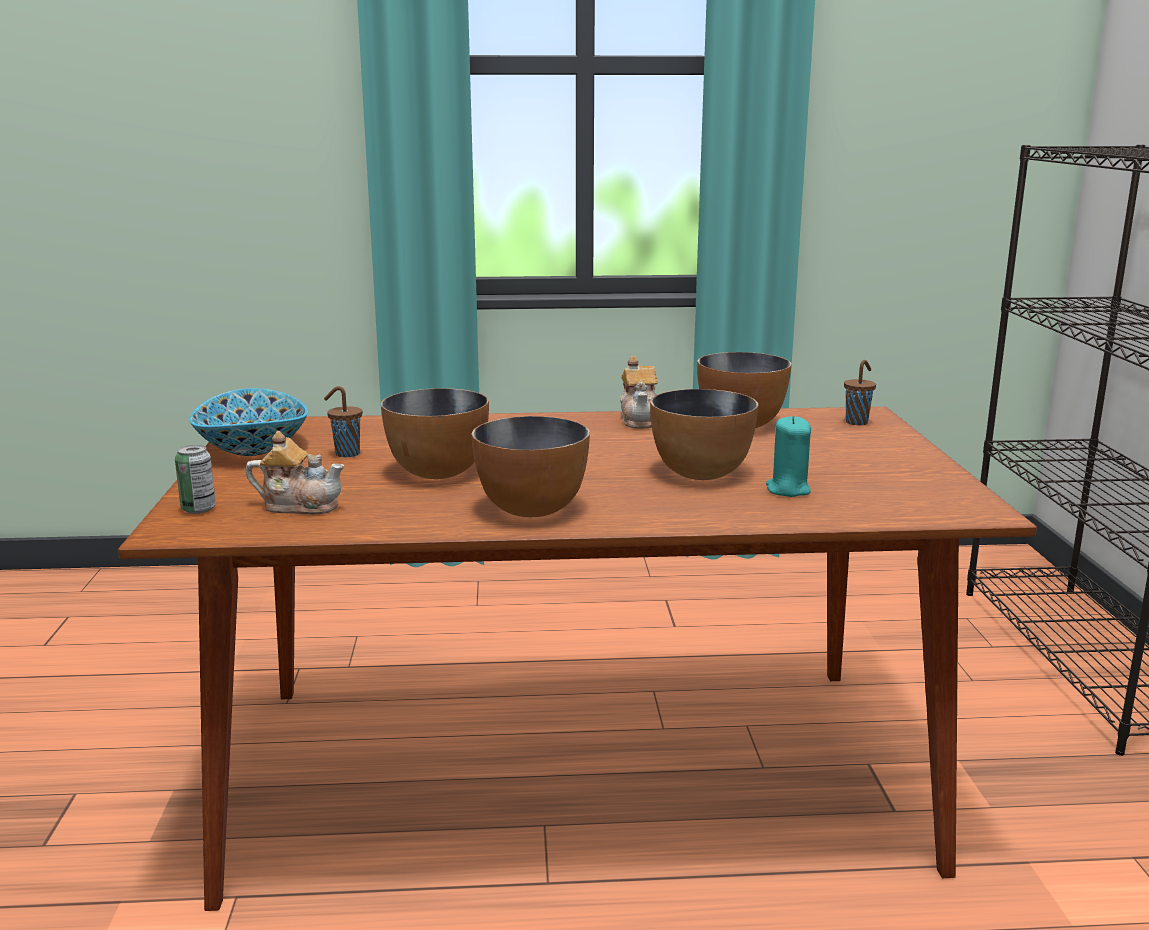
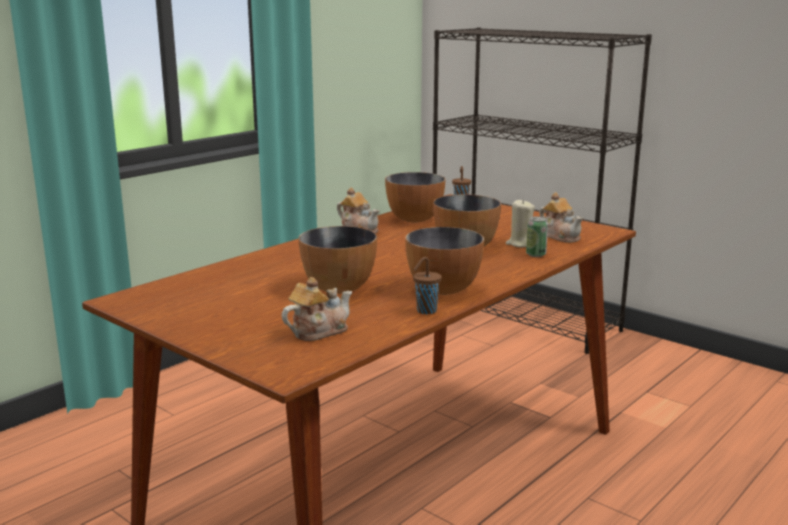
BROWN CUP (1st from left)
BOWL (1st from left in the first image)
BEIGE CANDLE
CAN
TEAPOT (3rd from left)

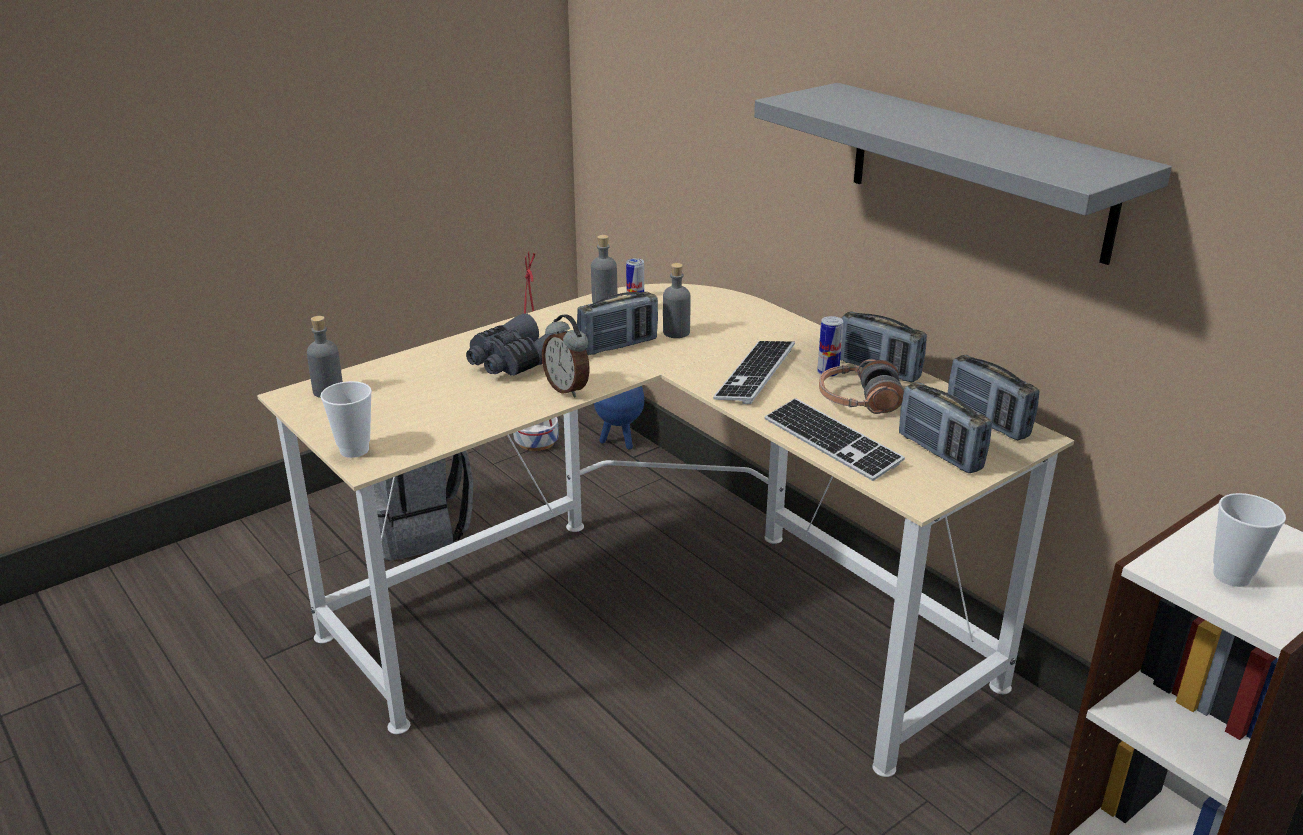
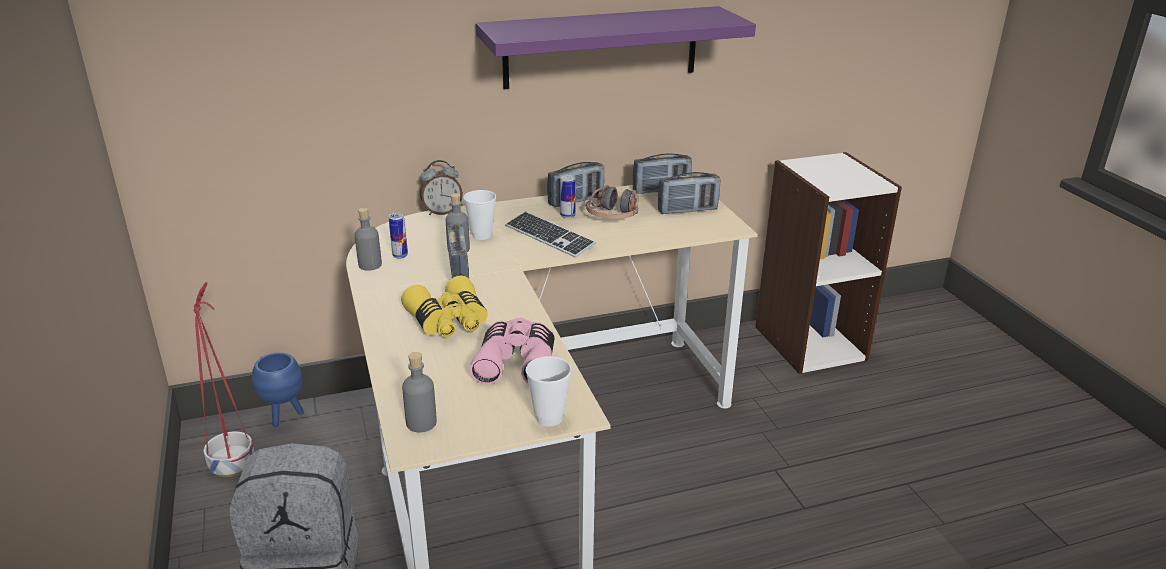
PURPLE SHELF
YELLOW BINOCULARS
ALARM CLOCK
KEYBOARD (2nd from left in the first image)
CUP (1st from left)
PINK BINOCULARS

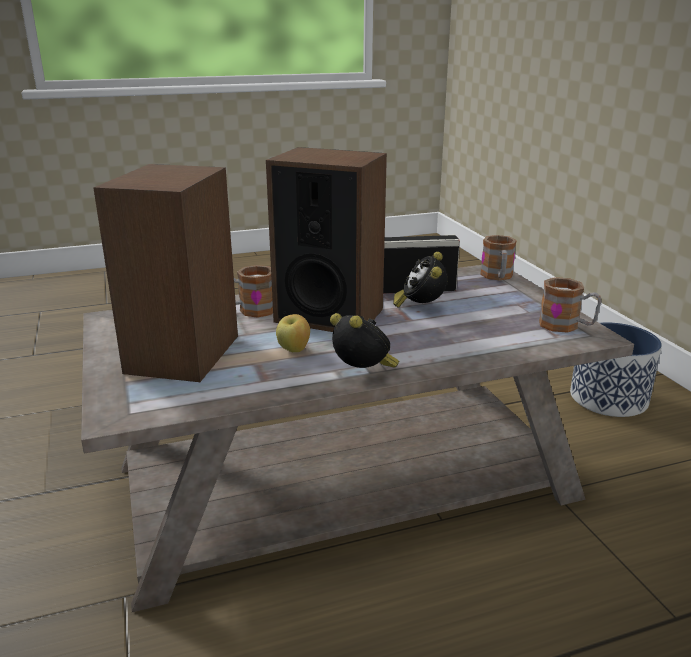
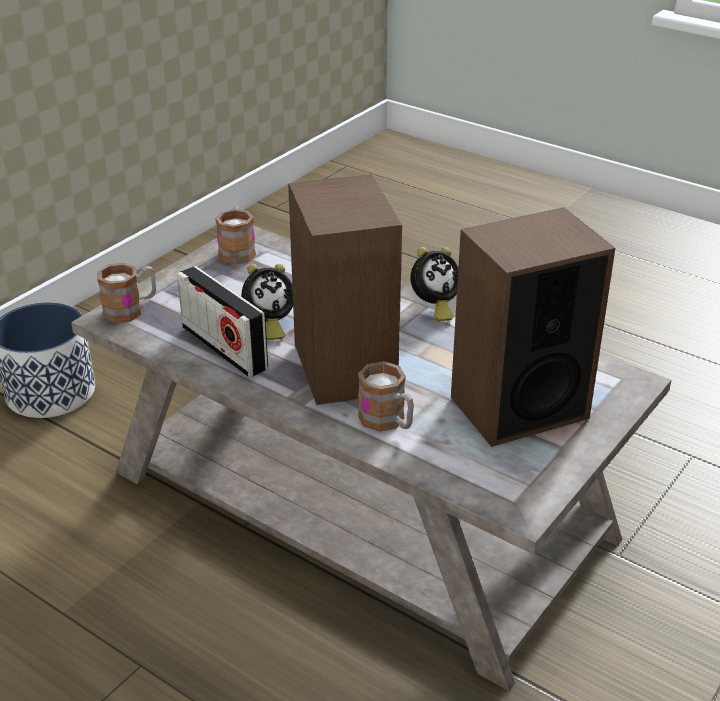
ALARM CLOCK (2nd from left)
APPLE

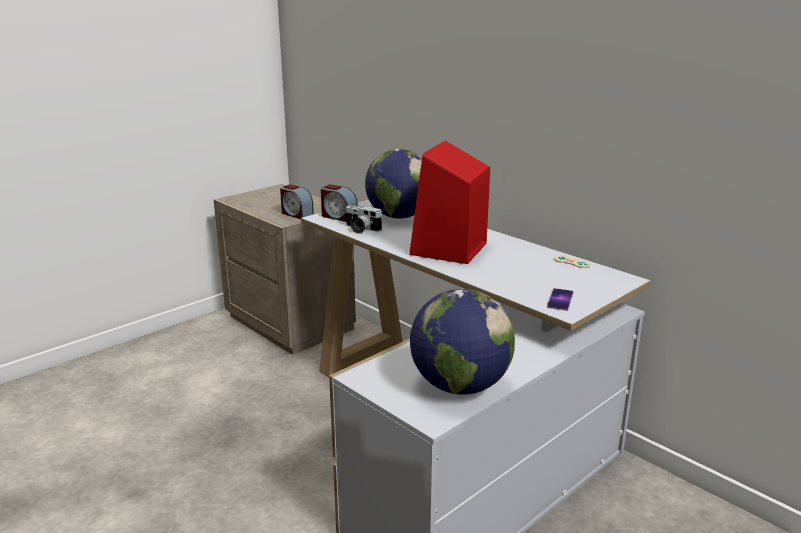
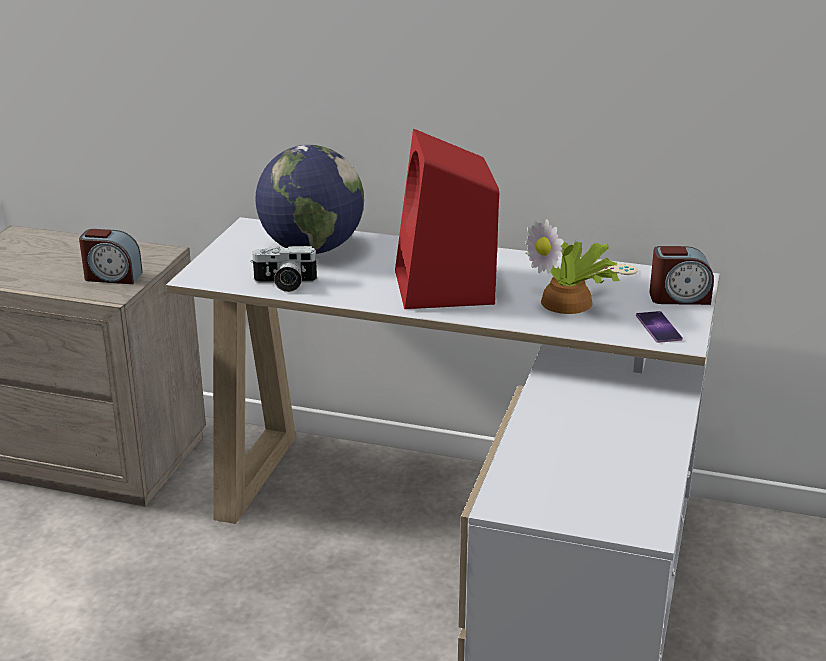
ALARM CLOCK (2nd from left)
GLOBE (2nd from left in the first image)
POTTED PLANT

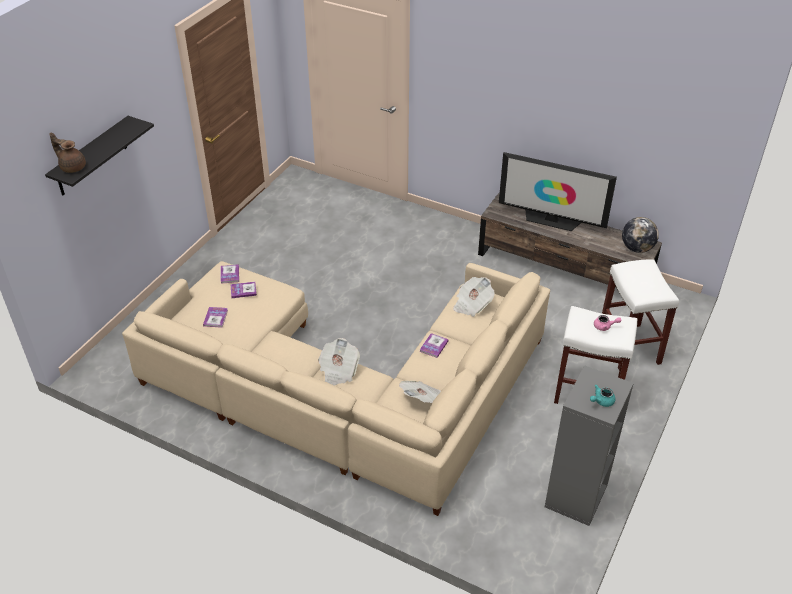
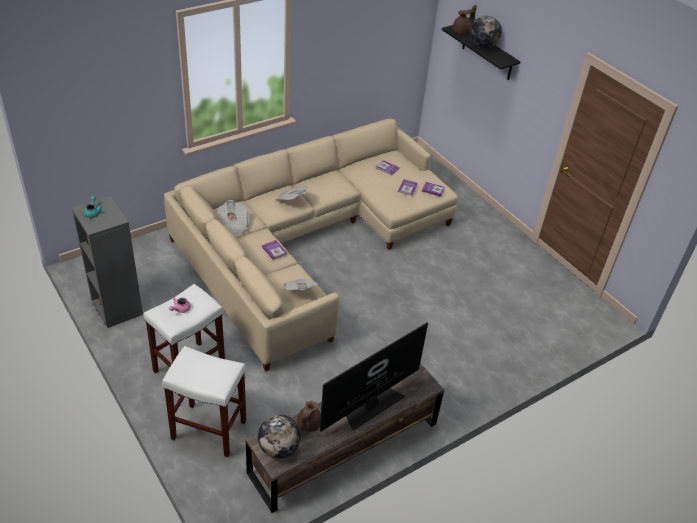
GLOBE (2nd from left)
BROWN TEAPOT (1st from left)

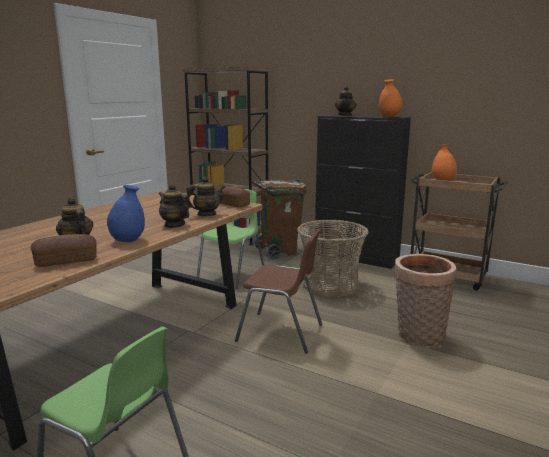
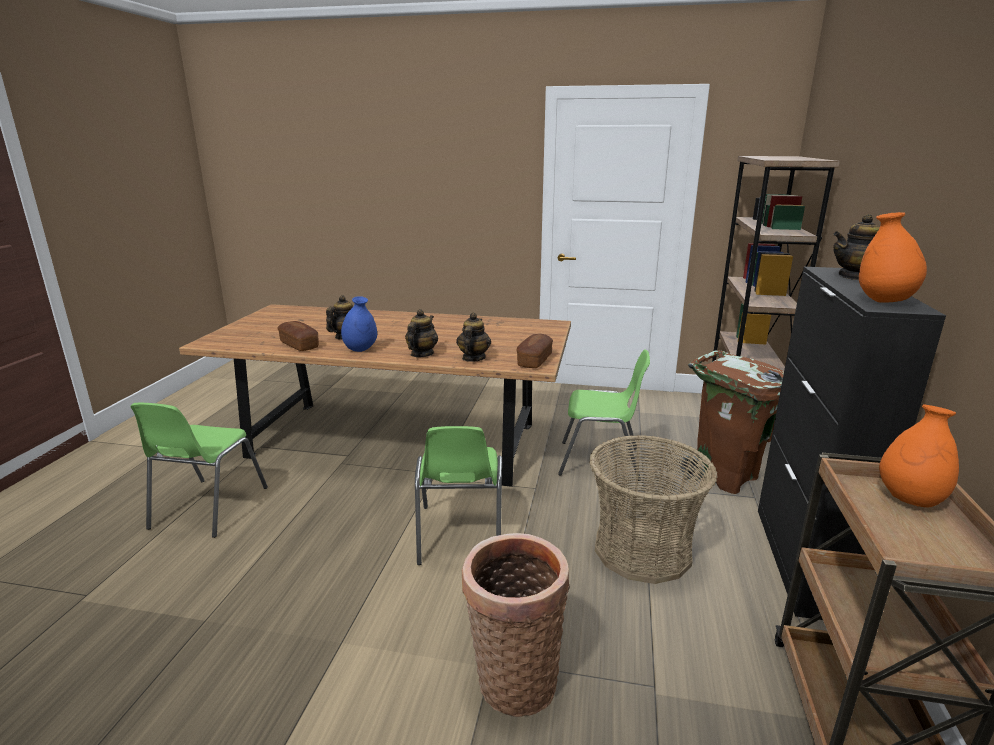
TEAPOT (3rd from left)
GREEN CHAIR (2nd from left)

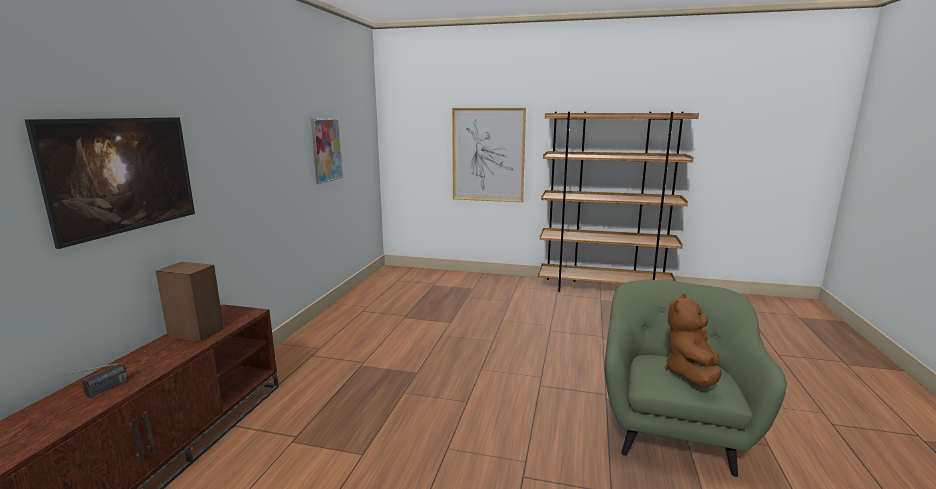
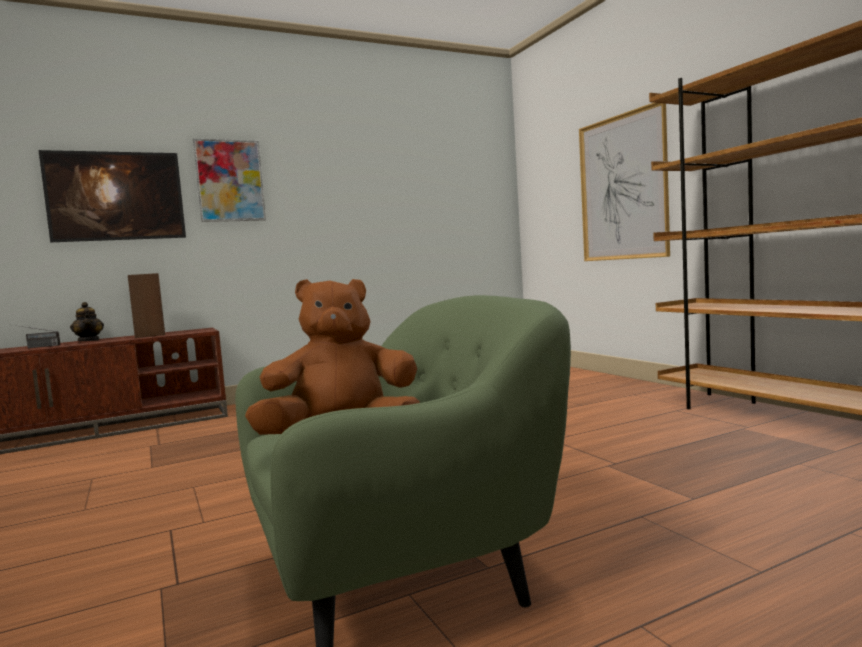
PICTURE (2nd from left)
TEAPOT

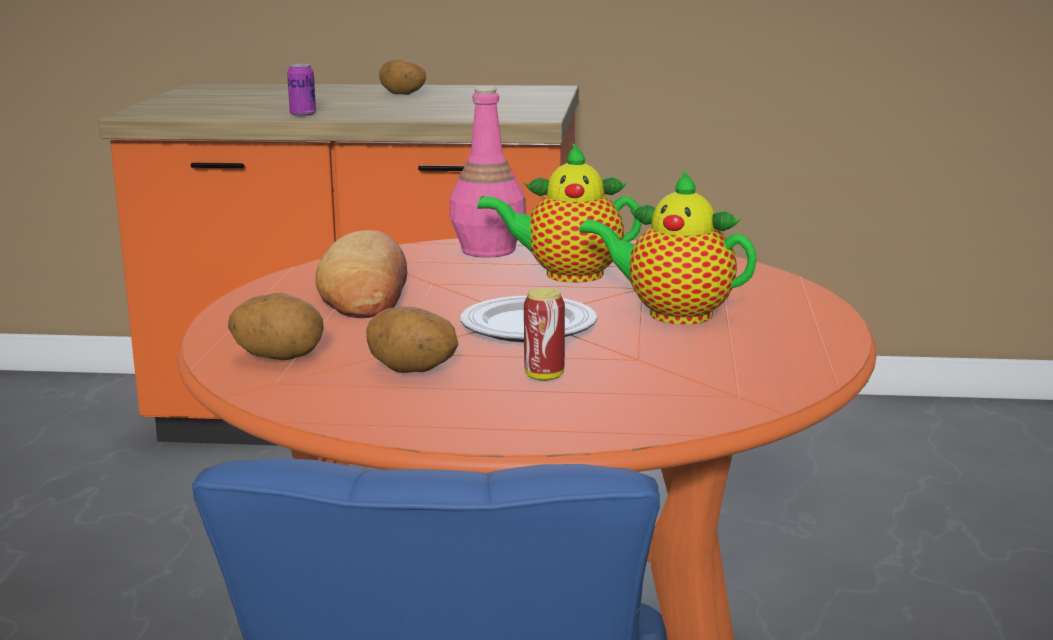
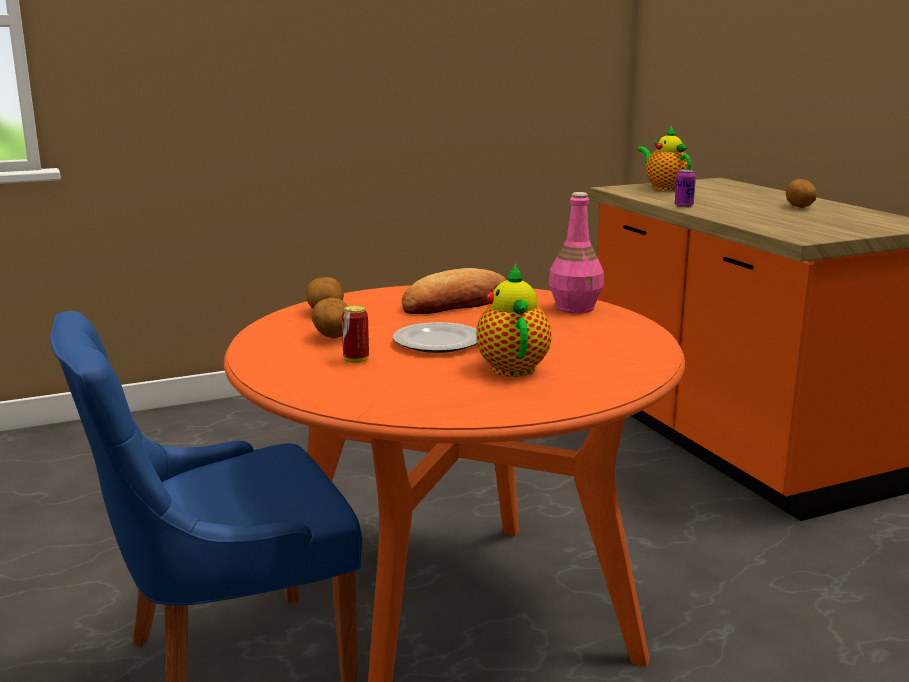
TEAPOT (2nd from left)

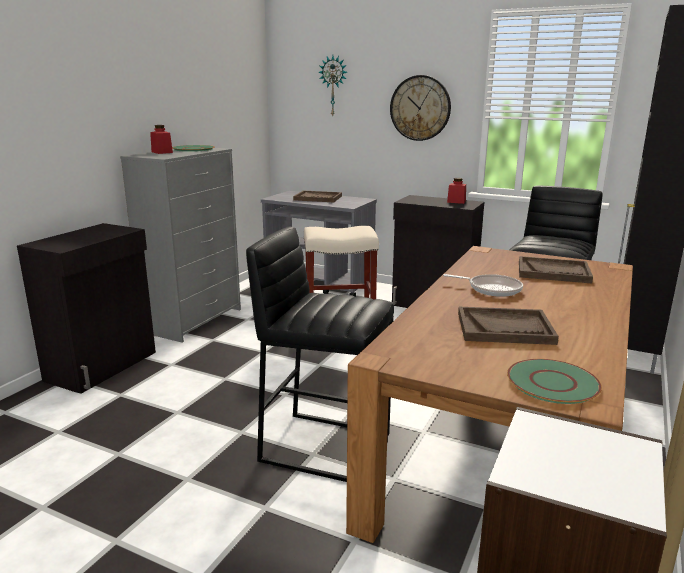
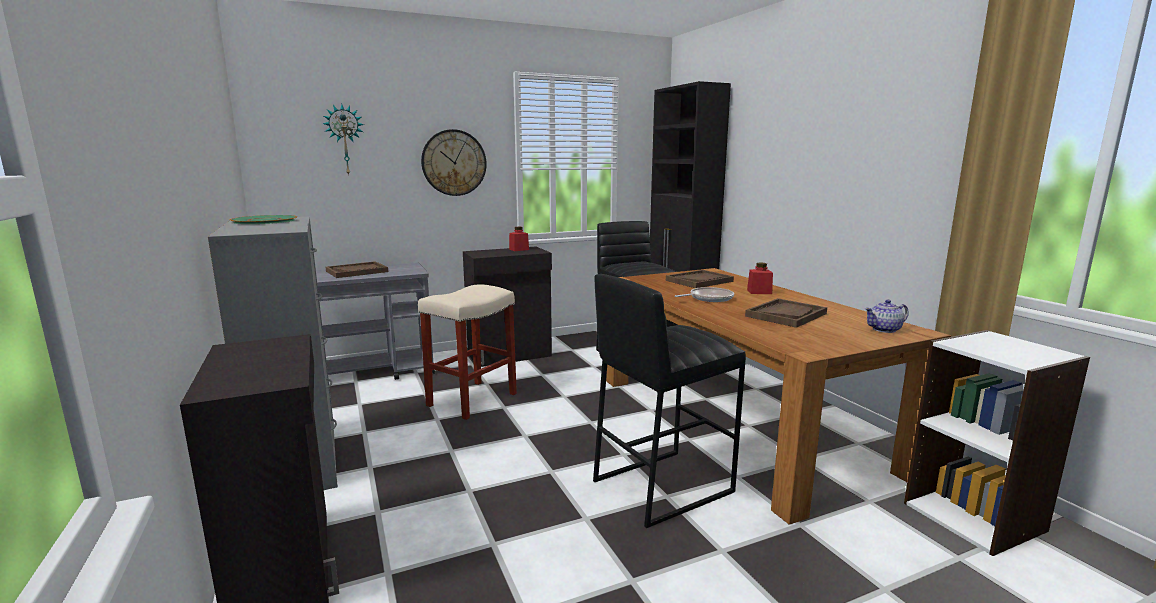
RED JAR (2nd from left)
TEAPOT

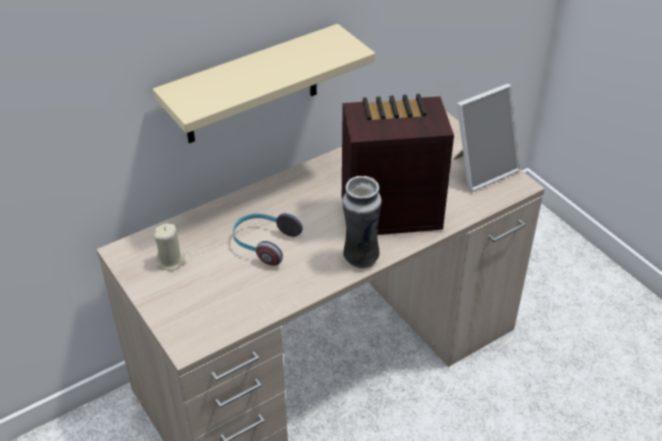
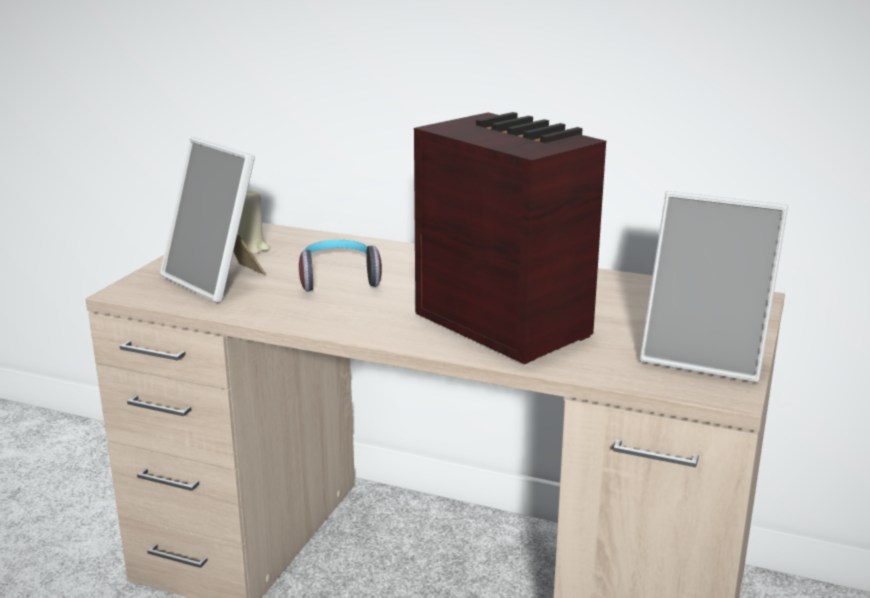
BEIGE SHELF
VASE
PICTURE FRAME (1st from left)

